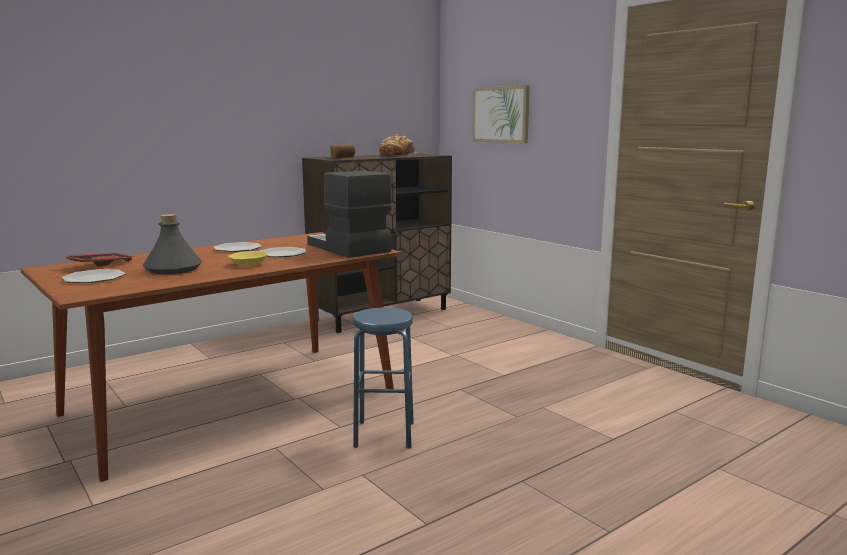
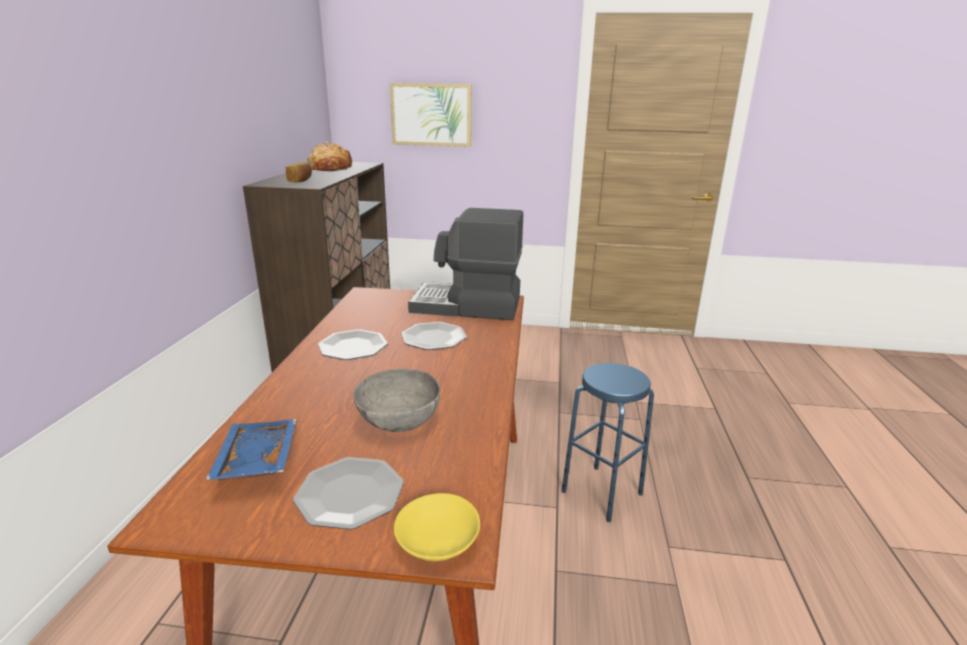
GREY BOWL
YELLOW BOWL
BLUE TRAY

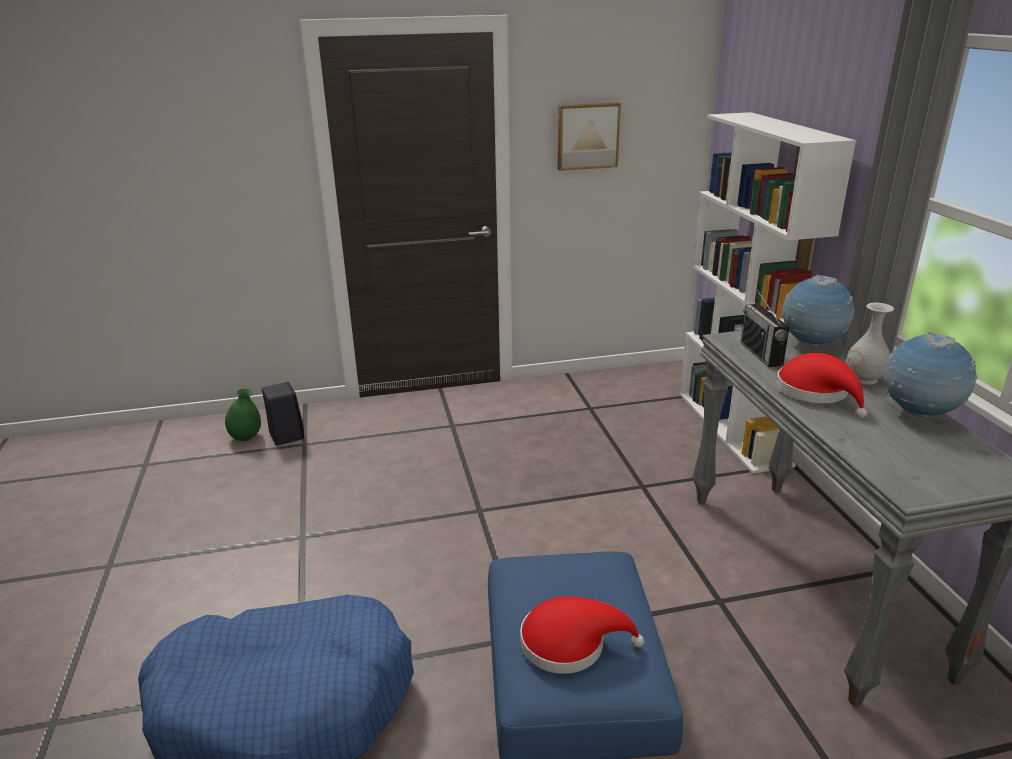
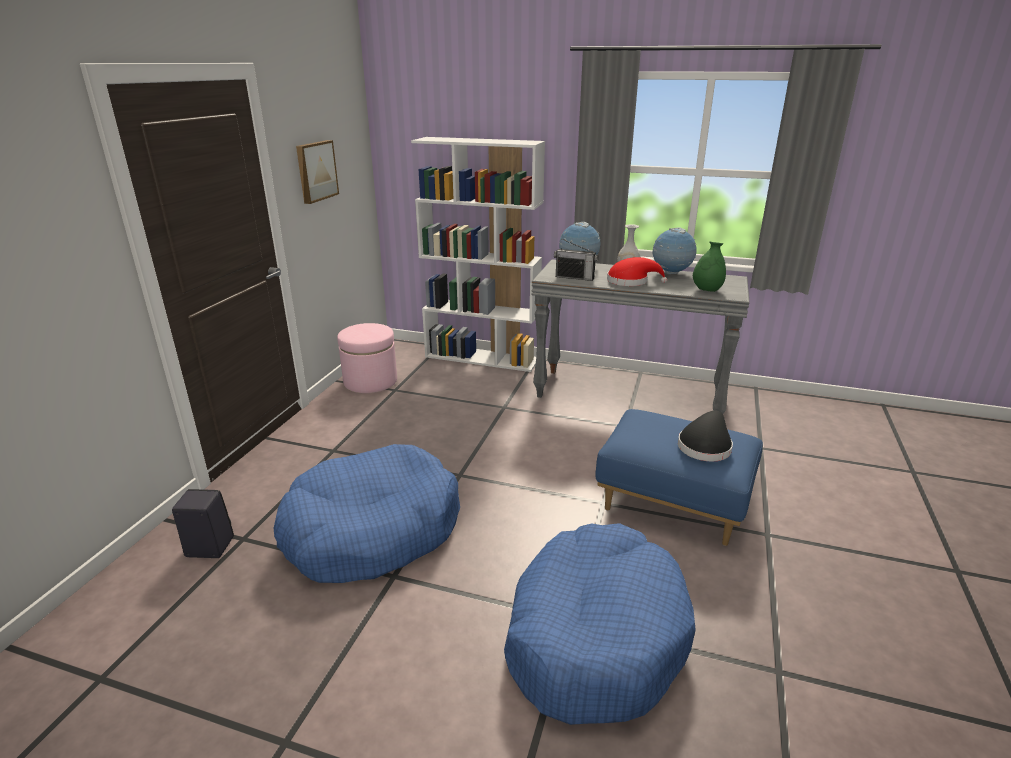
GREEN VASE
BLACK HAT
PINK OTTOMAN
BLUE DOG BED (1st from left)

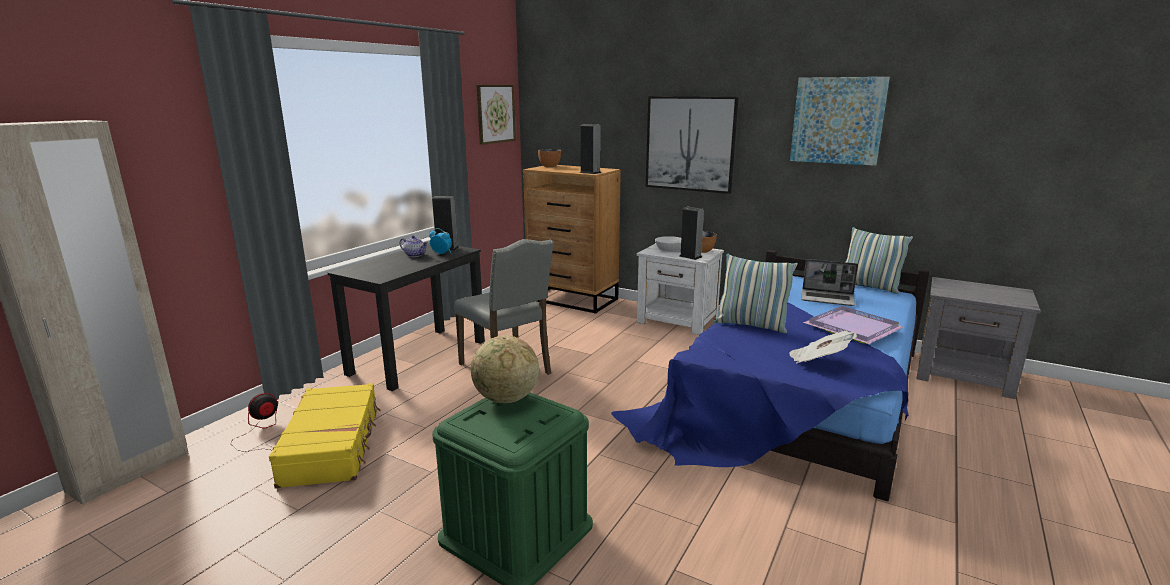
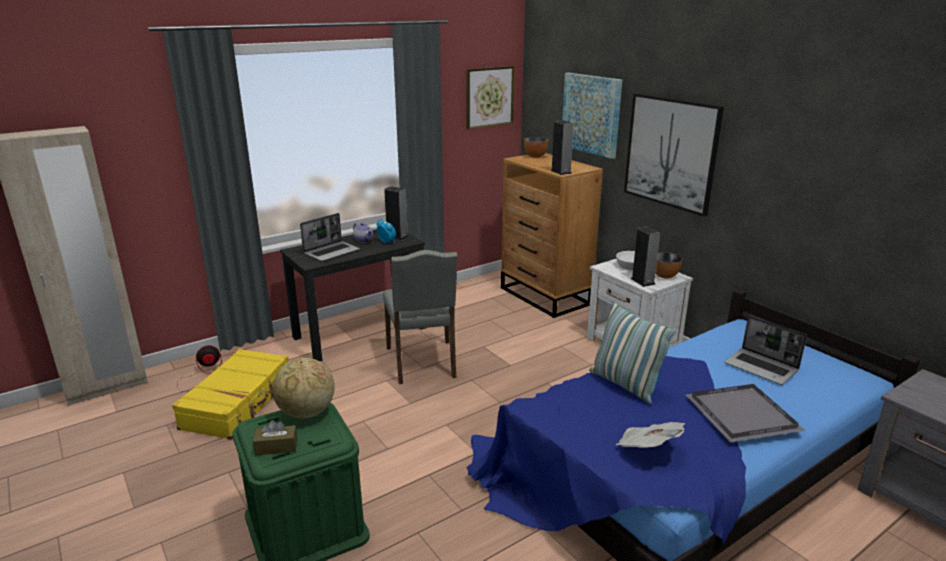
PICTURE (2nd from left)
PILLOW (2nd from left in the first image)
GREY TRAY
LAPTOP (1st from left)
BROWN TISSUE BOX

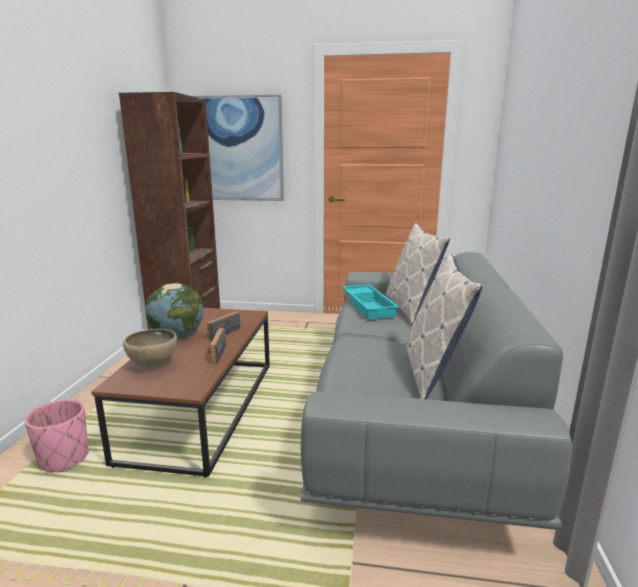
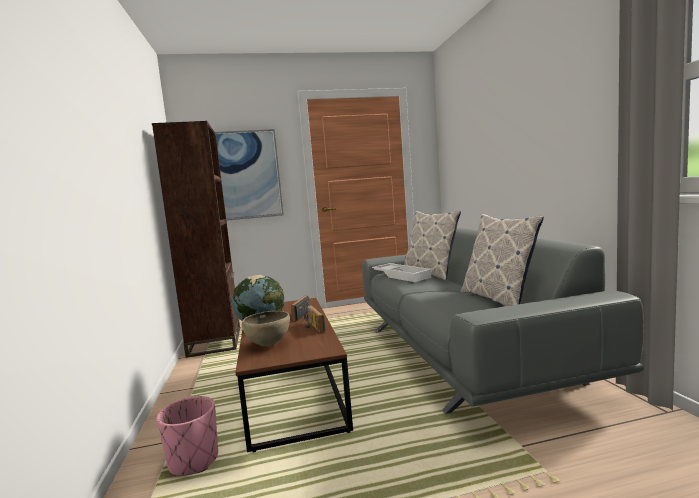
WHITE TRAY

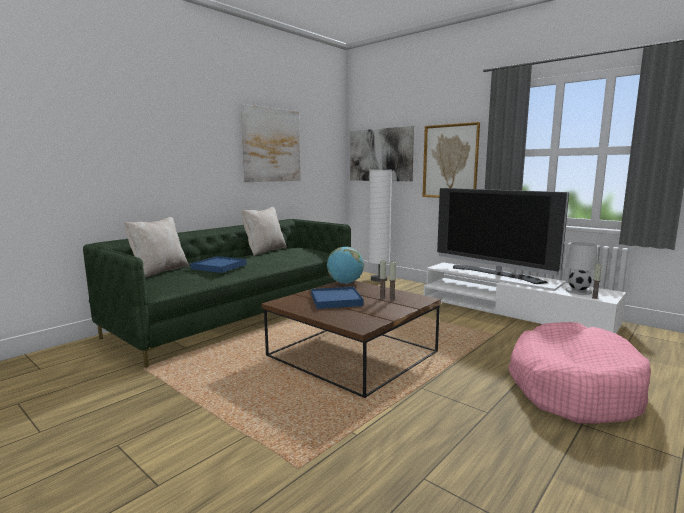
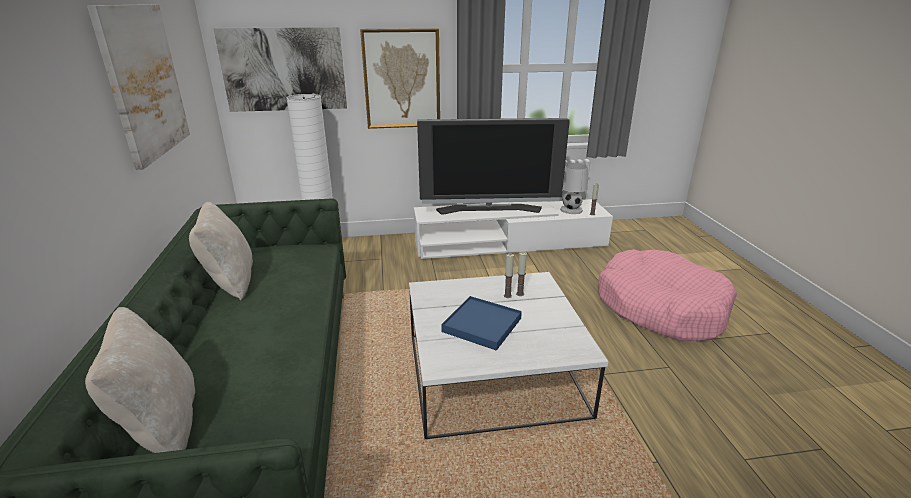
GLOBE
BLUE TRAY (1st from left in the first image)
WHITE COFFEE TABLE

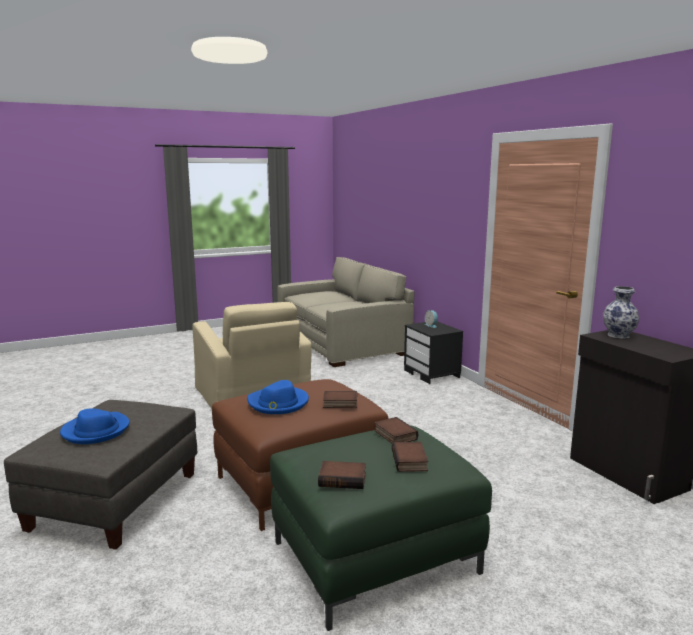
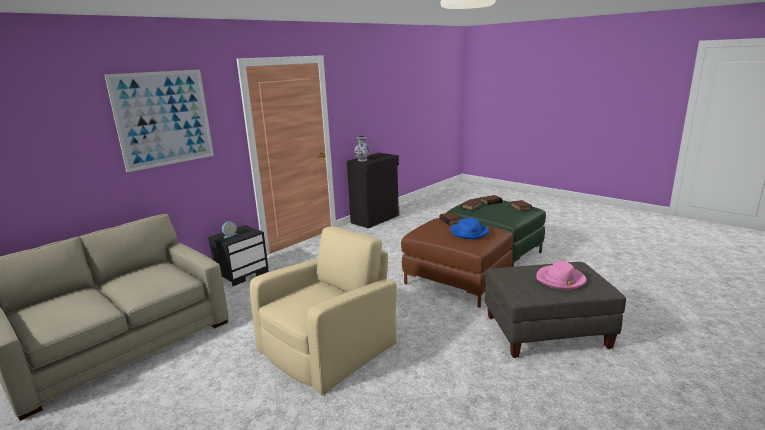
PINK HAT
PICTURE

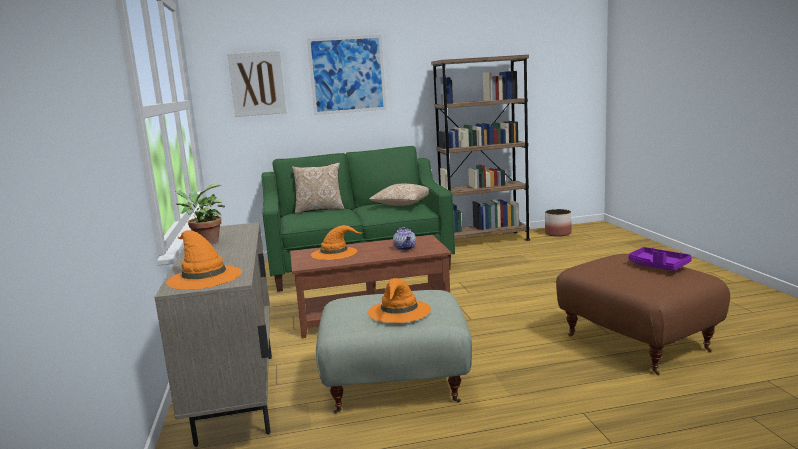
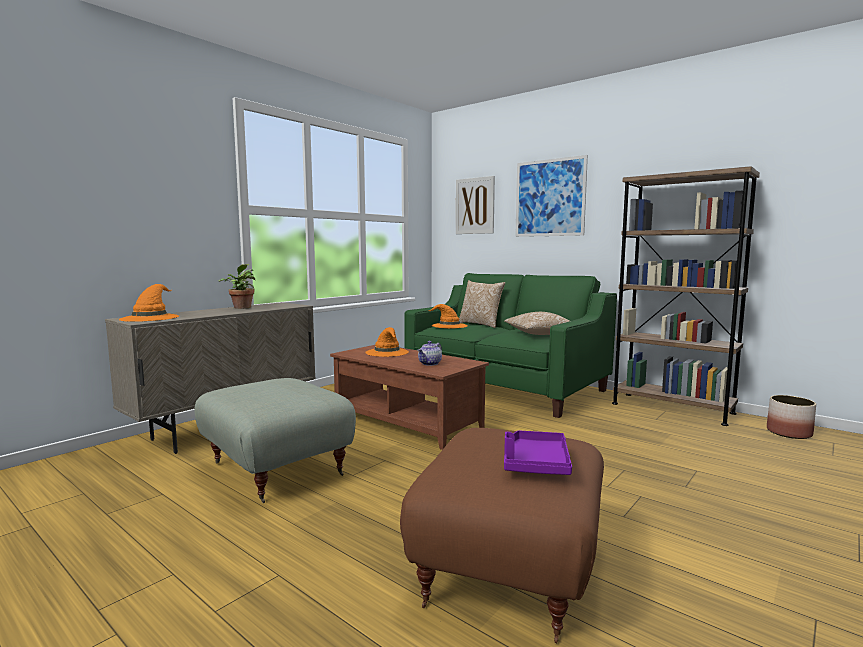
ORANGE HAT (3rd from left)

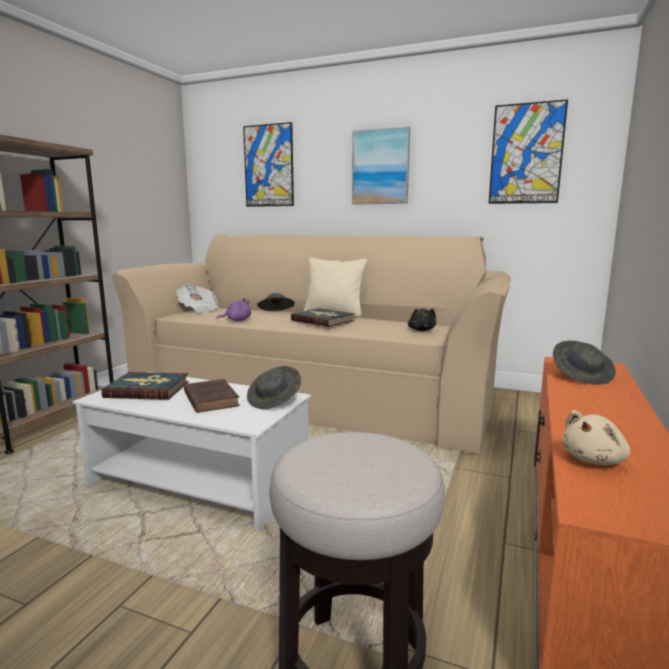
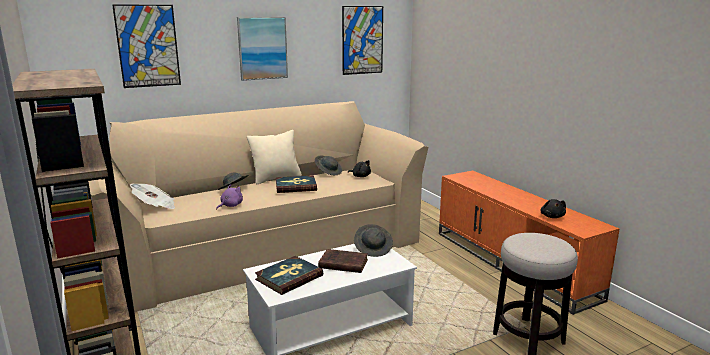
GREY HAT (2nd from left)
BLACK PLUSH TOY (2nd from left)

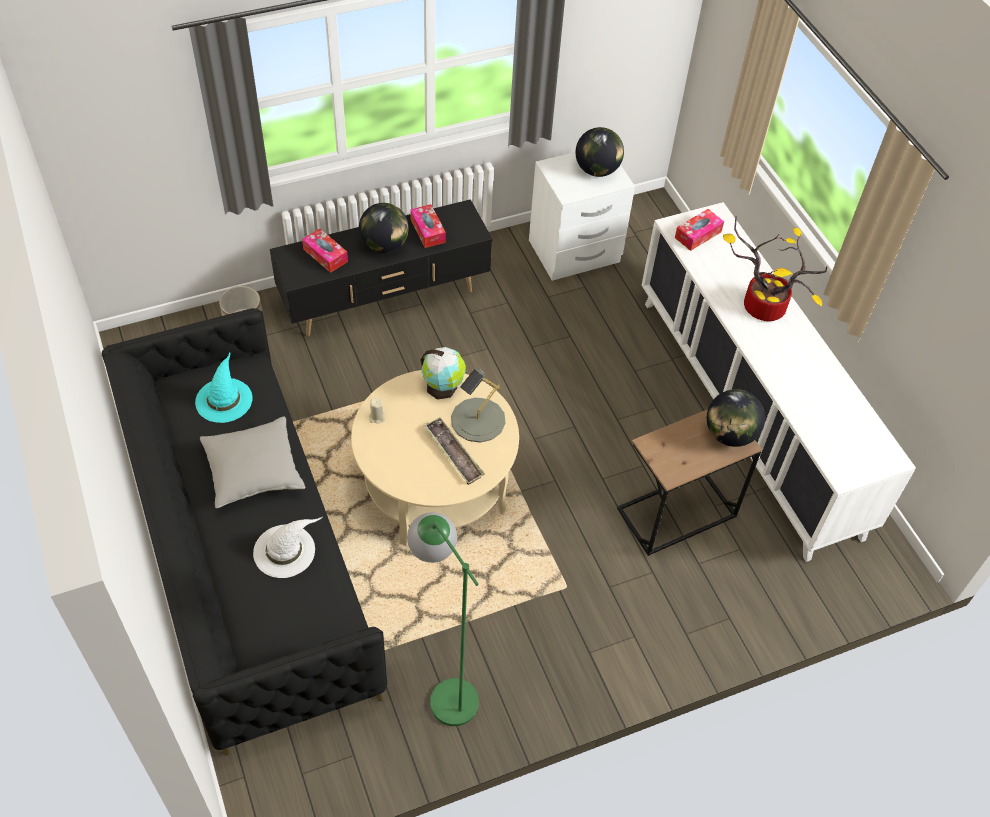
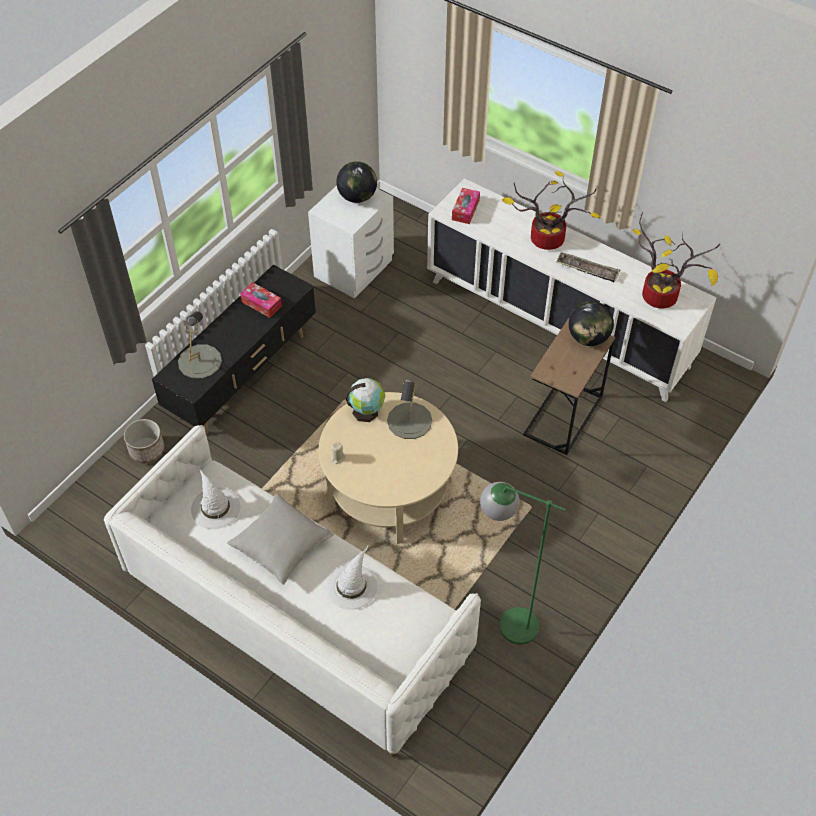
GLOBE (1st from left in the first image)
GREY TABLE LAMP (1st from left)
WHITE SOFA
WHITE HAT (1st from left)
TRAY
POTTED PLANT (2nd from left)

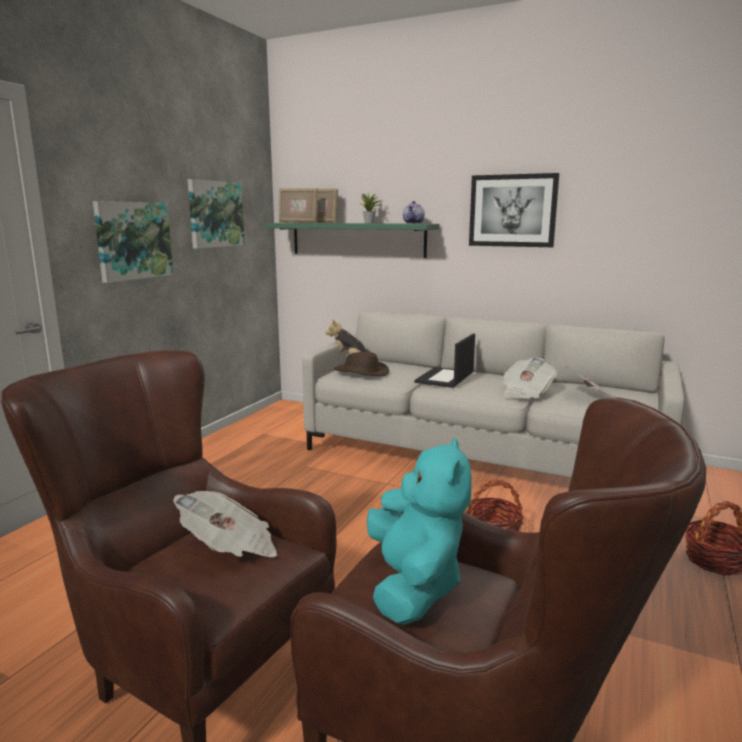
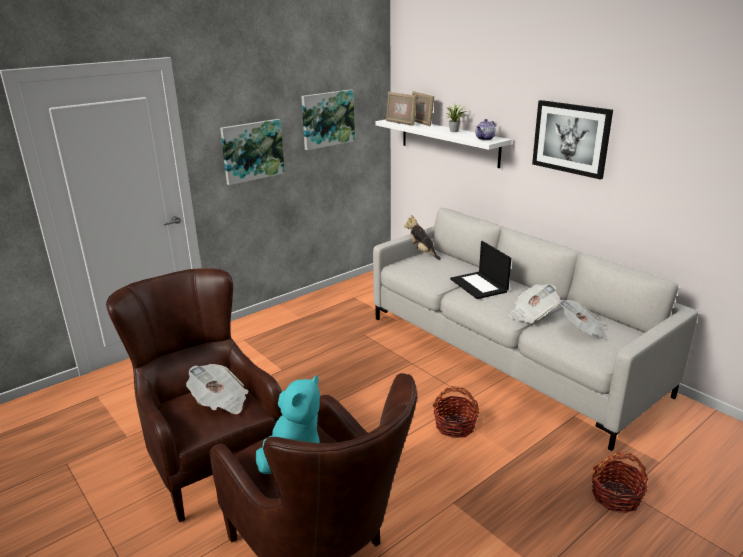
WHITE SHELF
LAPTOP
BROWN HAT

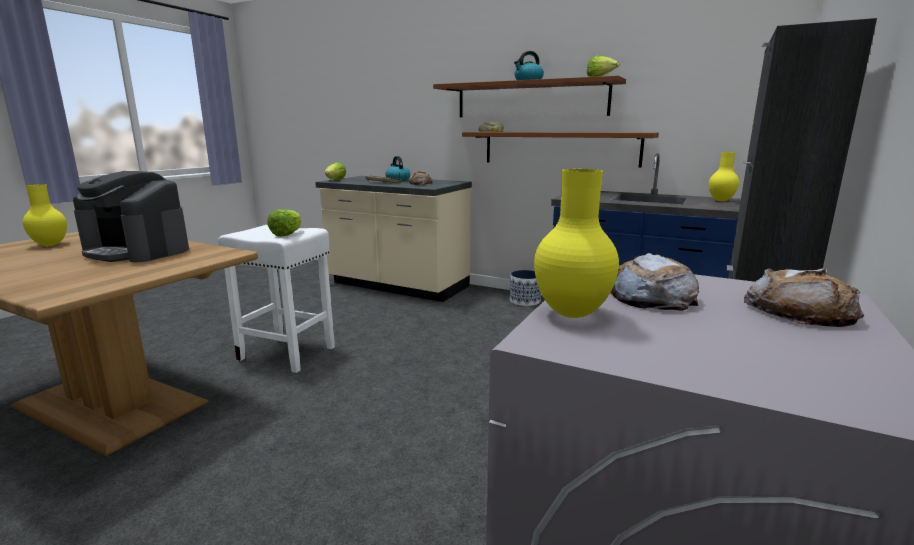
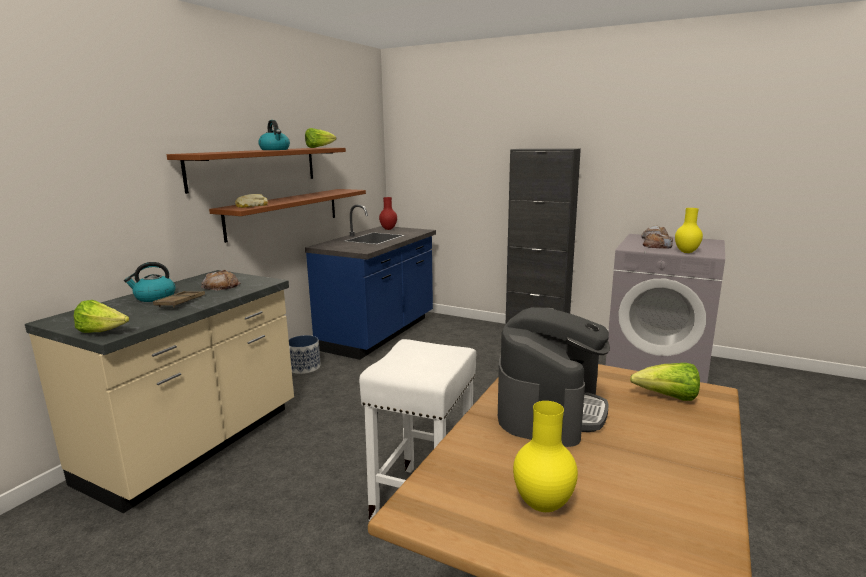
RED VASE
LETTUCE (3rd from left)

